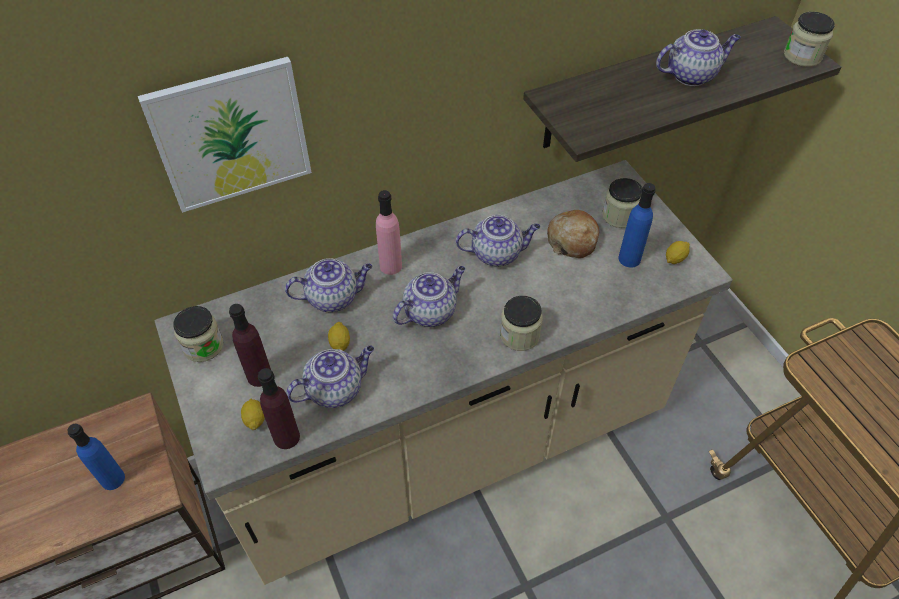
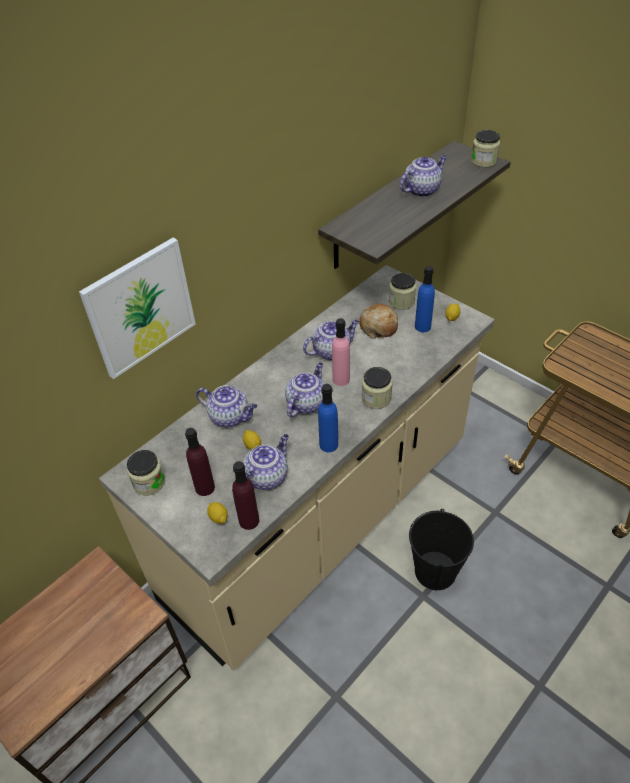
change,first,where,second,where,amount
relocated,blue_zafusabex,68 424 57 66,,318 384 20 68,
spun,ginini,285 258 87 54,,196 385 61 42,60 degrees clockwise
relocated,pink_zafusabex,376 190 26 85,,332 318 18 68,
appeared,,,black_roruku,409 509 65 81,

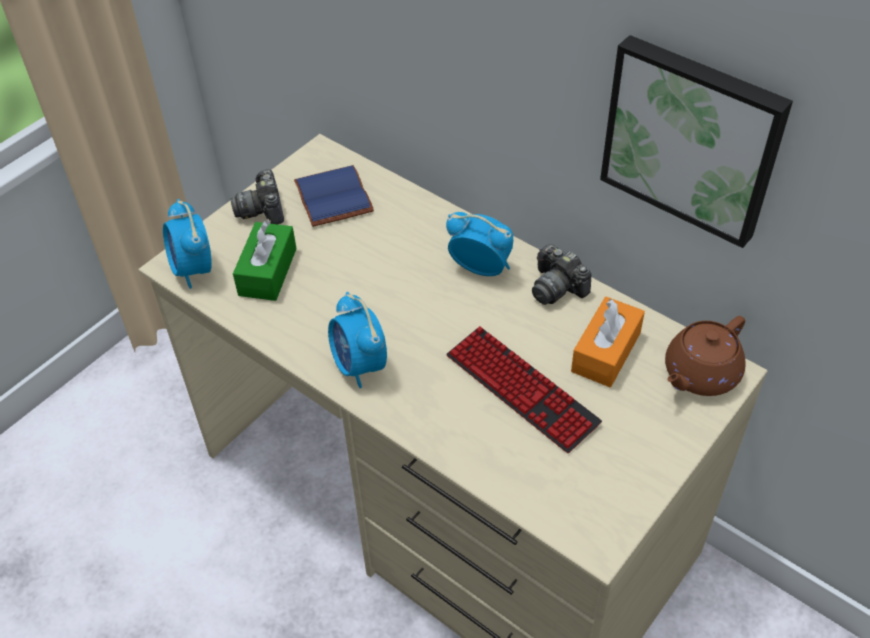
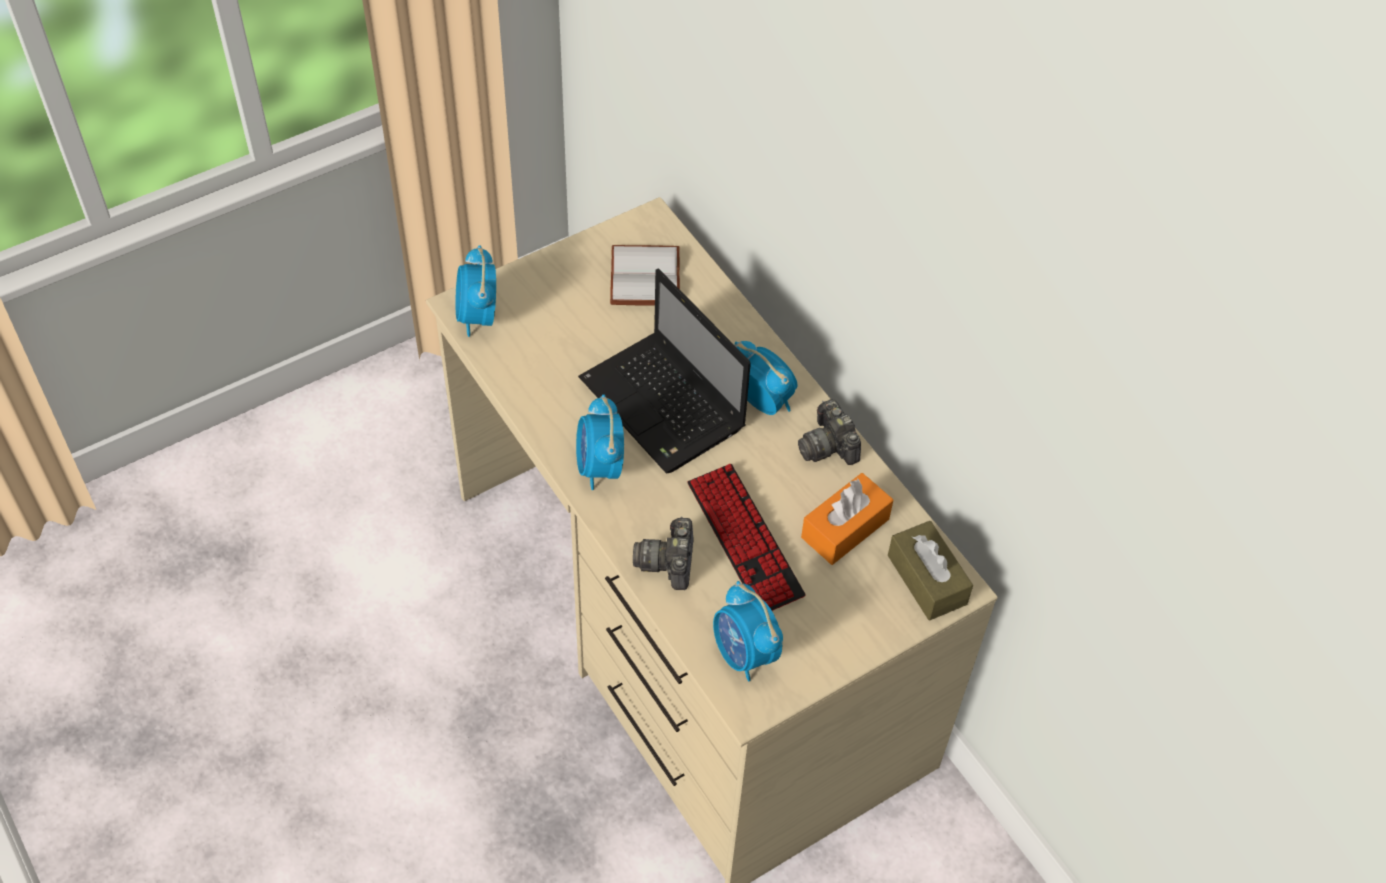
change,first,where,second,where,amount
relocated,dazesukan,230 169 54 55,,633 516 60 74,
missing,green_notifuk,233 220 64 81,,,
colour,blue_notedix,294 165 80 62,white_notedix,610 245 70 61,
missing,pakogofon,600 35 193 213,,,
exchanged,brown_ginini,665 316 81 80,brown_notifuk,888 521 85 99,
appeared,,,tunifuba,578 268 173 206,
appeared,,,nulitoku,713 581 70 100,

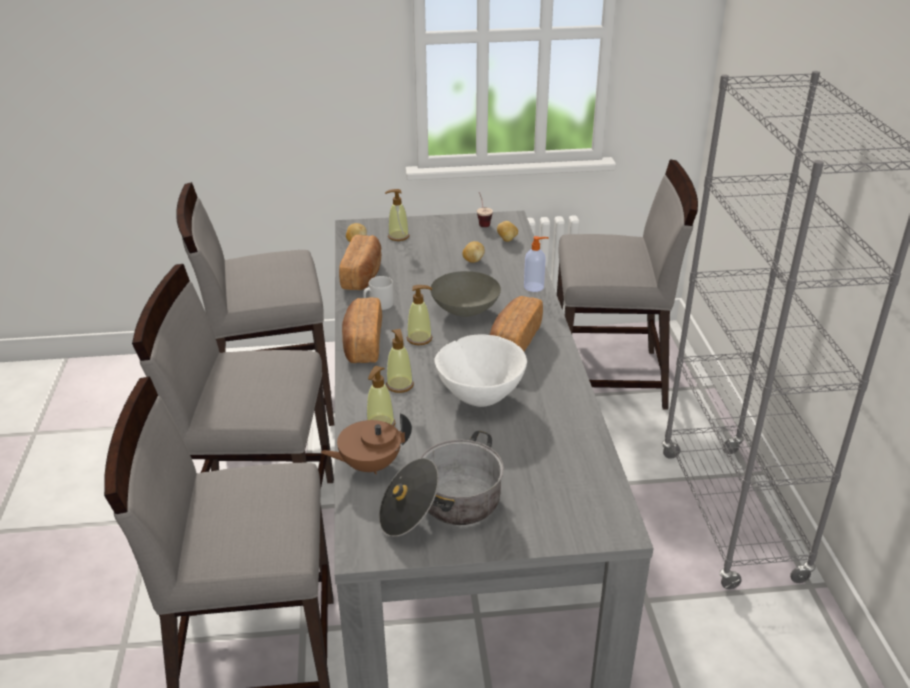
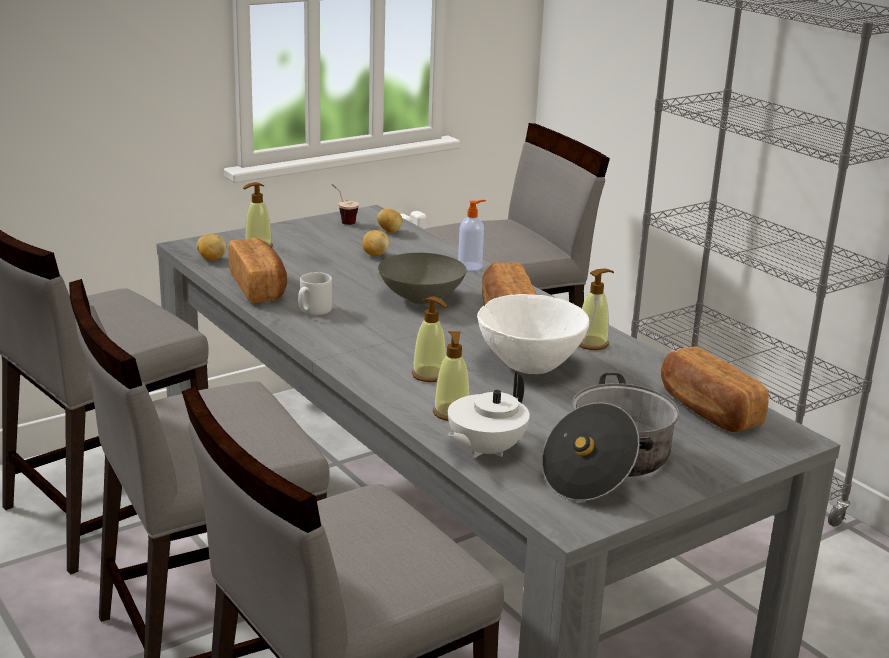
change,first,where,second,where,amount
colour,brown_ginini,320 413 92 62,white_ginini,448 372 82 86,
relocated,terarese,342 297 40 66,,661 346 108 86,
relocated,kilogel,406 285 26 60,,579 268 35 82,

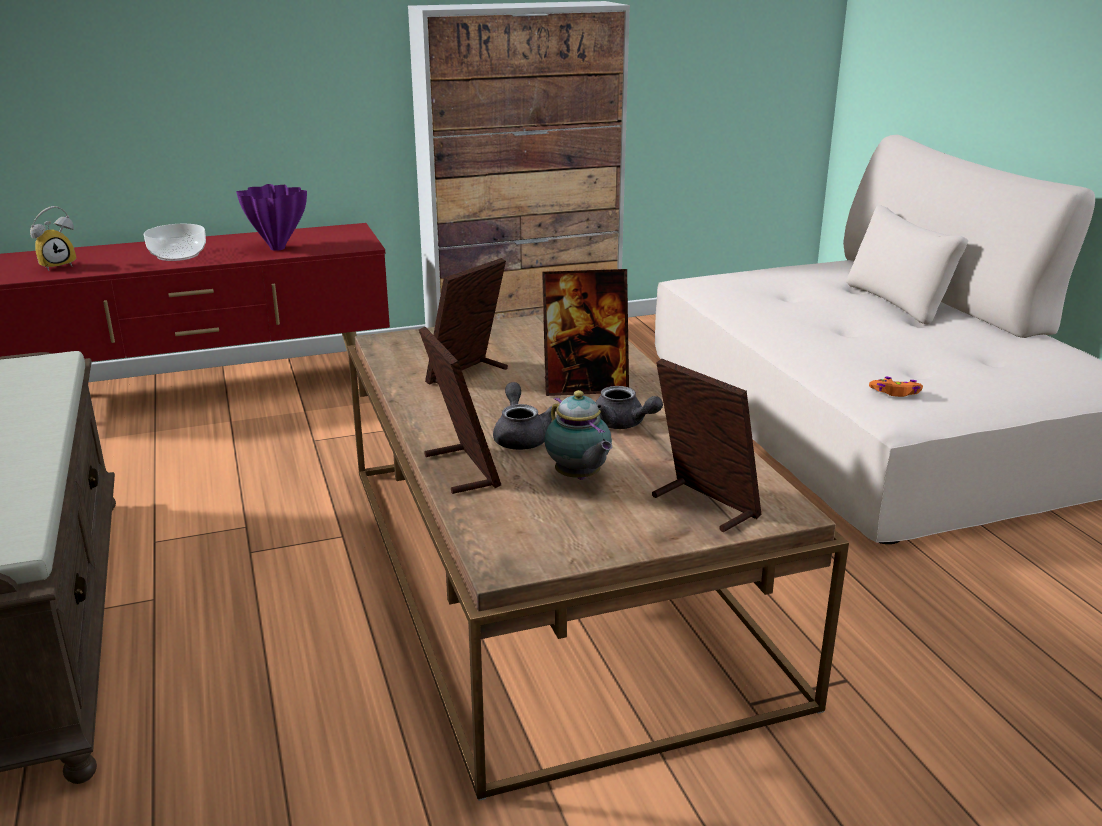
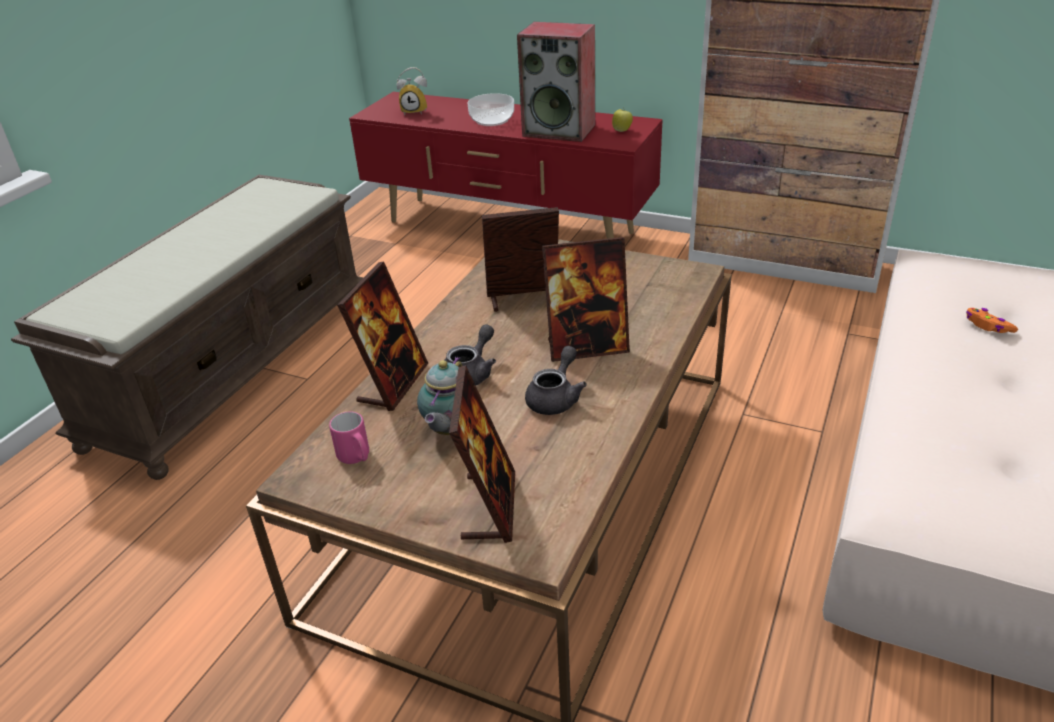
change,first,where,second,where,amount
exchanged,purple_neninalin,236 184 71 67,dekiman,517 22 78 120,
spun,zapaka,542 269 87 127,,542 237 88 125,45 degrees counterclockwise
spun,grey_ginini,596 386 67 43,,525 346 62 69,150 degrees counterclockwise
relocated,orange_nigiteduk,869 377 54 20,,966 308 52 25,
appeared,,,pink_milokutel,329 411 40 53,
appeared,,,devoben,612 109 21 23,

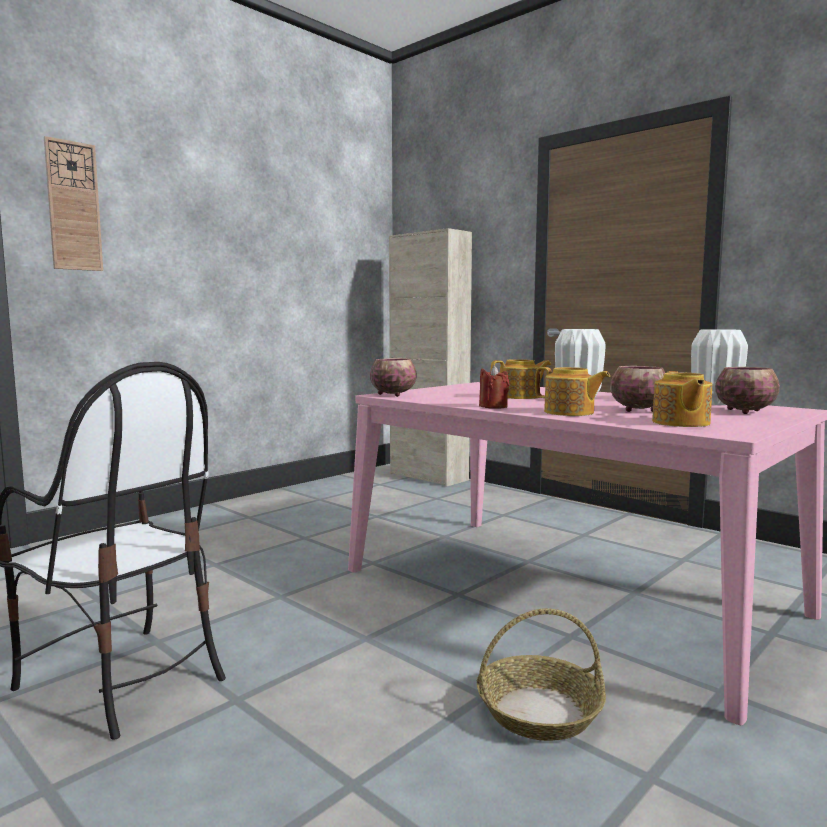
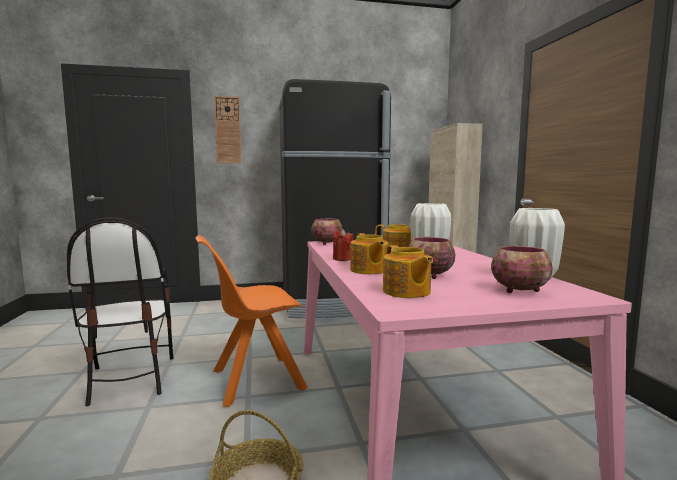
change,first,where,second,where,amount
spun,ginini,652 371 60 56,,383 245 50 53,60 degrees counterclockwise
appeared,,,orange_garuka,195 235 113 172,
appeared,,,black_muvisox,279 79 112 239,

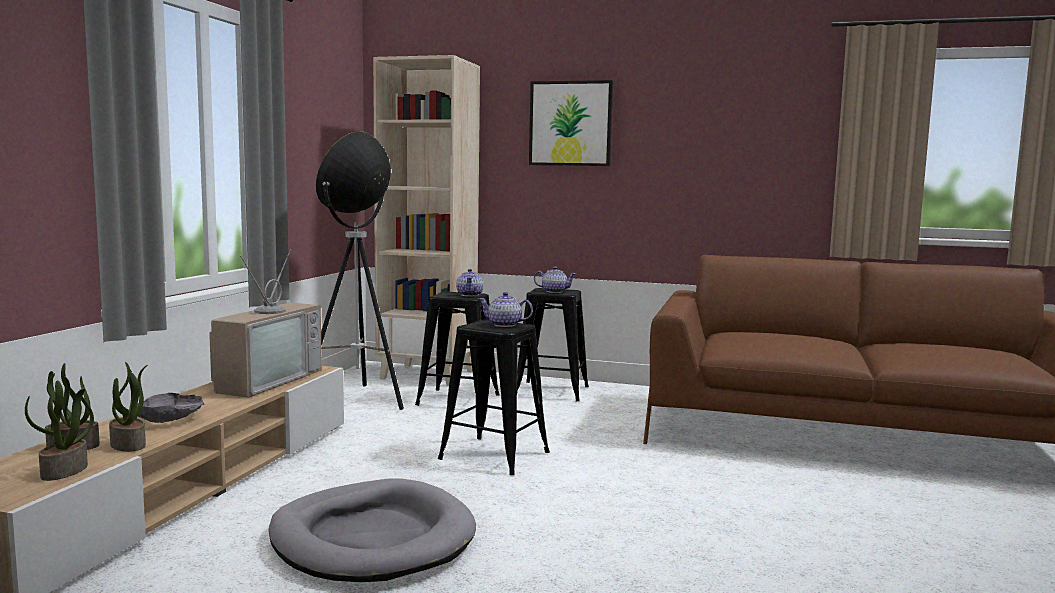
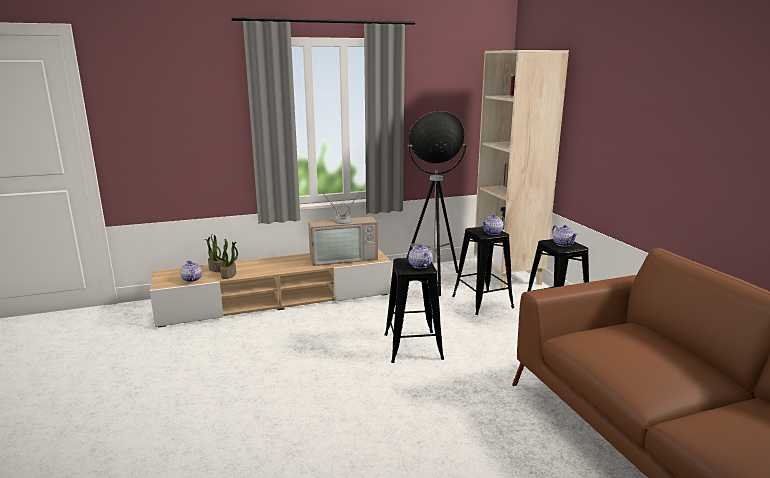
change,first,where,second,where,amount
exchanged,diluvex,25 381 69 100,ginini,180 260 22 22,
missing,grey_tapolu,137 393 67 30,,,
missing,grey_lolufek,269 479 207 103,,,
missing,pakogofon,529 80 84 86,,,

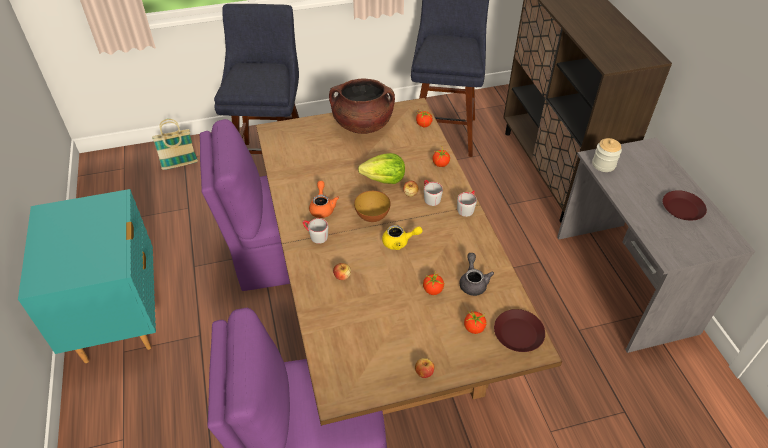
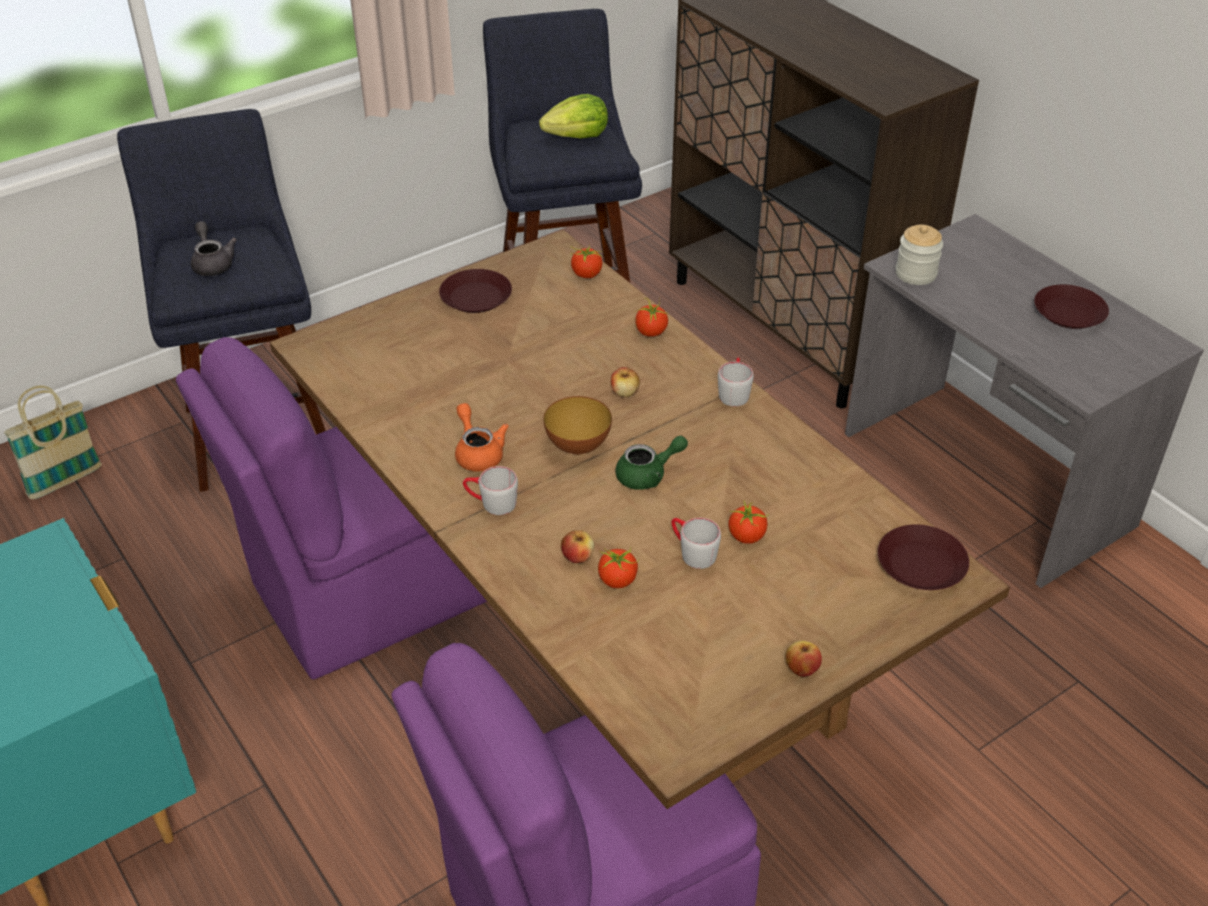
change,first,where,second,where,amount
exchanged,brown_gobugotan,329 78 66 56,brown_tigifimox,439 269 73 44,
relocated,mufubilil,358 153 47 31,,539 94 69 45,
colour,yellow_ginini,382 225 41 25,green_ginini,616 436 72 54,
relocated,grey_milokutel,424 180 19 26,,672 518 49 51,
relocated,grey_ginini,459 253 35 43,,191 221 46 55,
relocated,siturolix,464 311 23 23,,598 547 41 41,

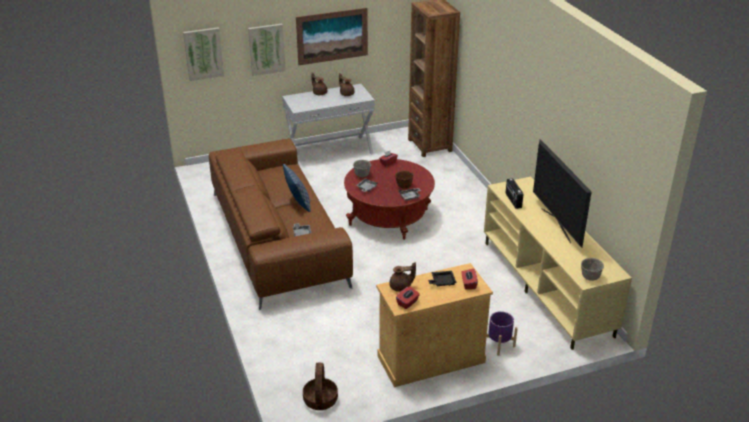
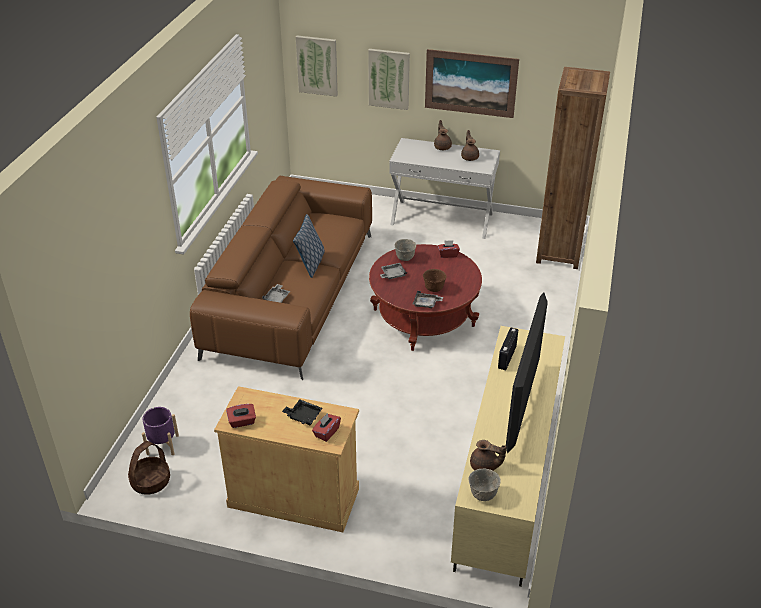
change,first,where,second,where,amount
relocated,brown_ginini,389 262 27 30,,470 440 36 31,
relocated,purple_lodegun,487 311 31 45,,142 407 37 48,

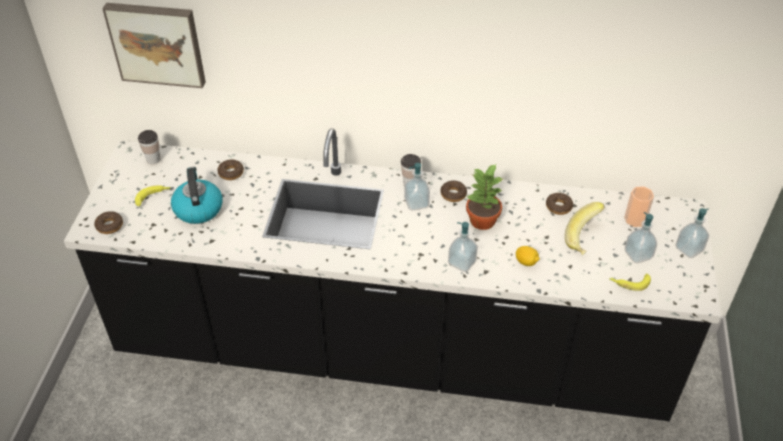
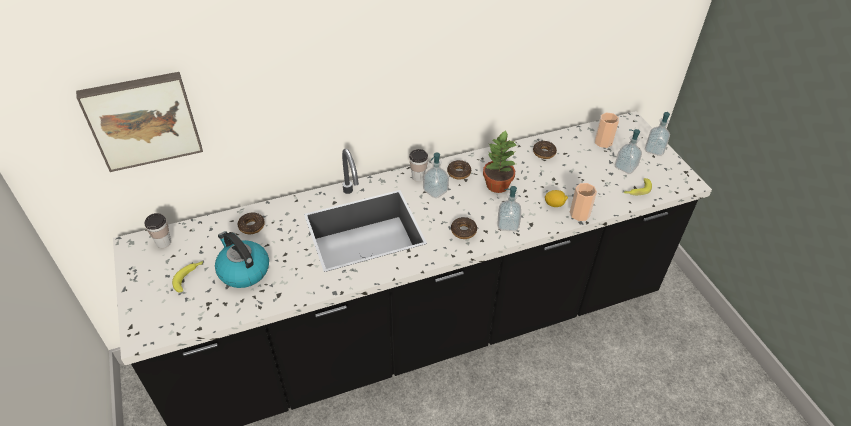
change,first,where,second,where,amount
relocated,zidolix,94 211 29 23,,451 217 26 22,
missing,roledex,565 202 40 53,,,
appeared,,,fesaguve,570 183 27 38,

